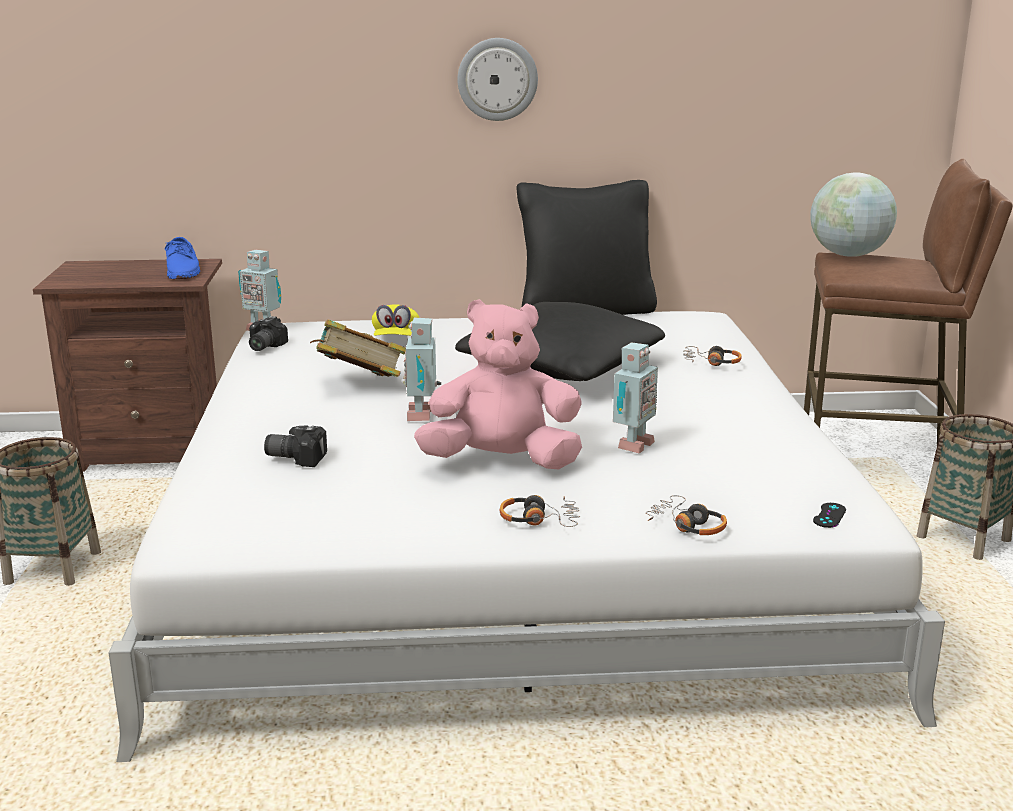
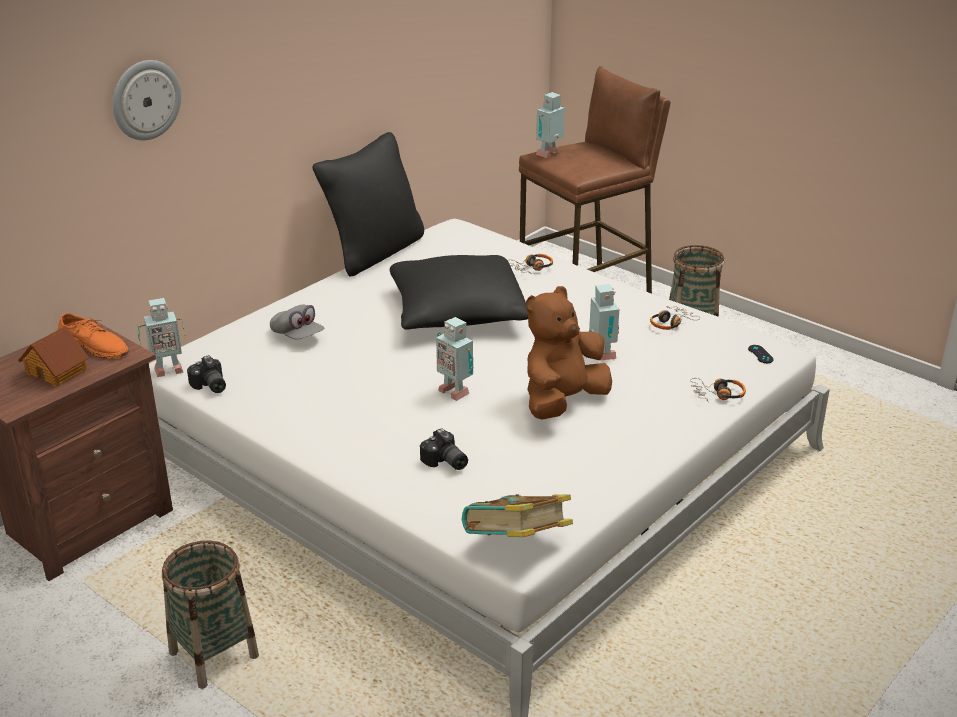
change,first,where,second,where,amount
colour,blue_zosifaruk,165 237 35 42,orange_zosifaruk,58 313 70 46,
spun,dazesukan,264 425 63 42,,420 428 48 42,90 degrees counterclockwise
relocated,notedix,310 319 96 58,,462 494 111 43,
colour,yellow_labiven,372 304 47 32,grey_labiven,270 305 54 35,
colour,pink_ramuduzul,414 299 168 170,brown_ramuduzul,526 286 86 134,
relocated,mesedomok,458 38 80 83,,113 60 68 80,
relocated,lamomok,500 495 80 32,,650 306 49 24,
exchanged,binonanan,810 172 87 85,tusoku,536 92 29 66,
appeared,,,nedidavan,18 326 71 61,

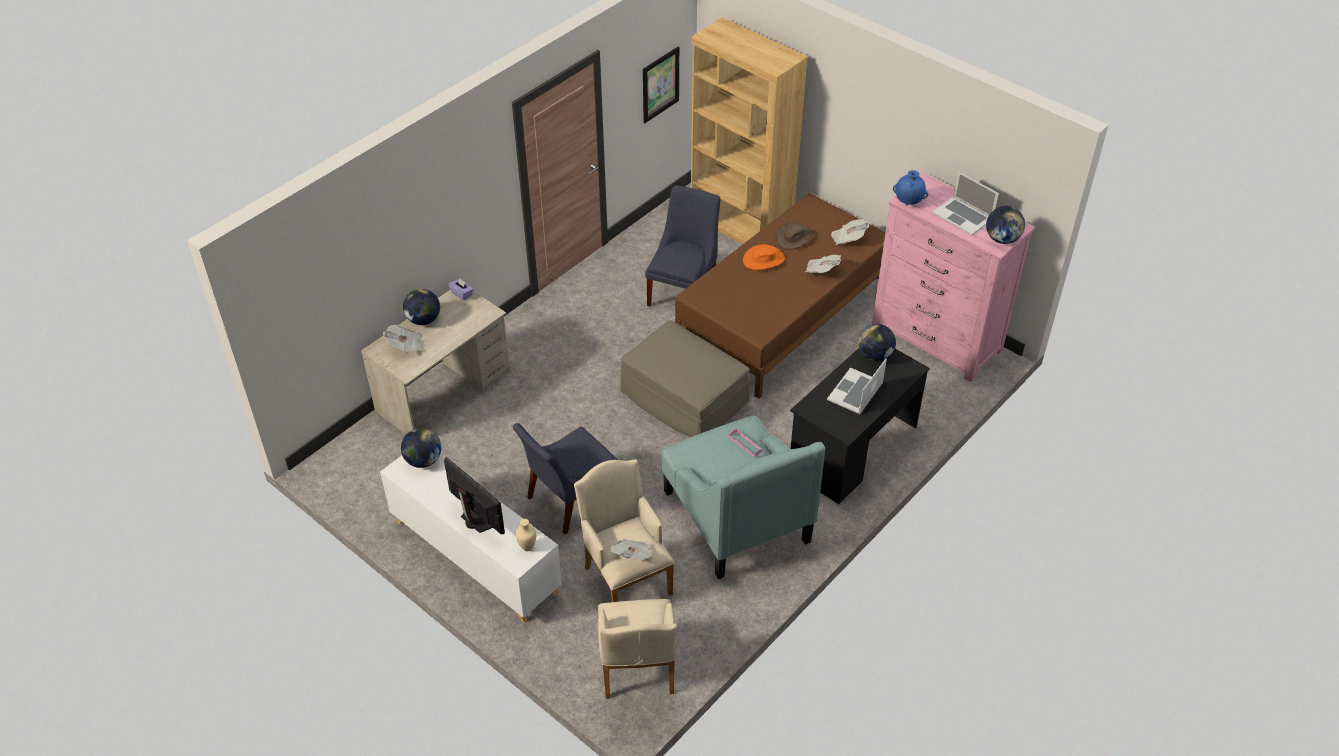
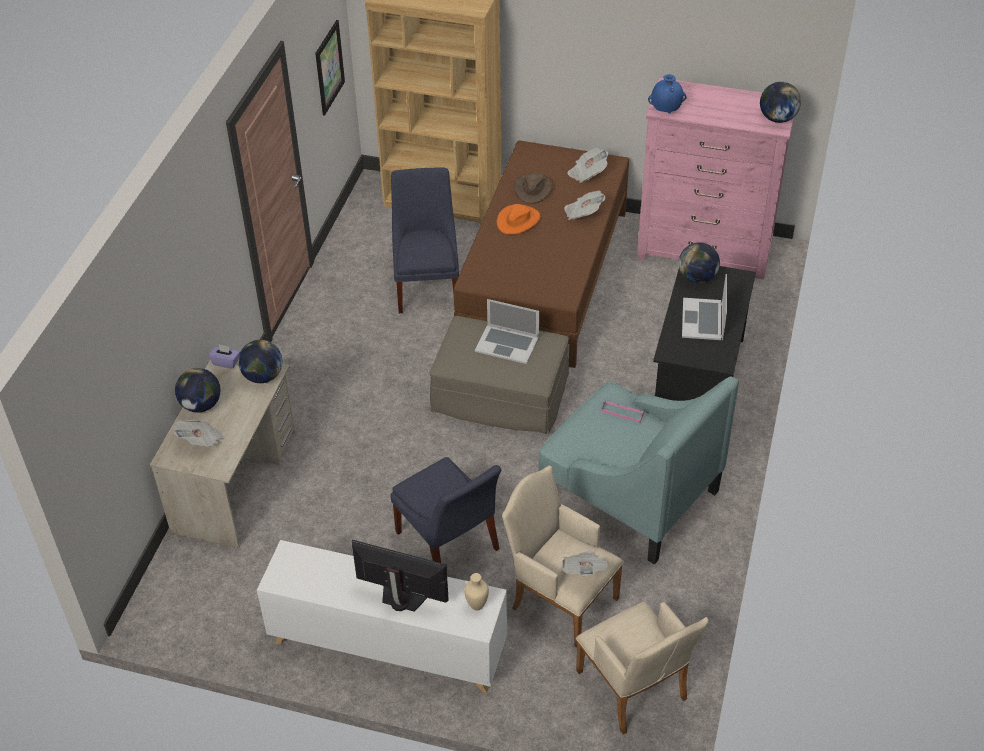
change,first,where,second,where,amount
relocated,binonanan,401 428 40 40,,238 340 44 43,
spun,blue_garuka,513 423 104 112,,390 457 111 106,60 degrees counterclockwise
relocated,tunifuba,932 171 67 65,,475 299 64 65,

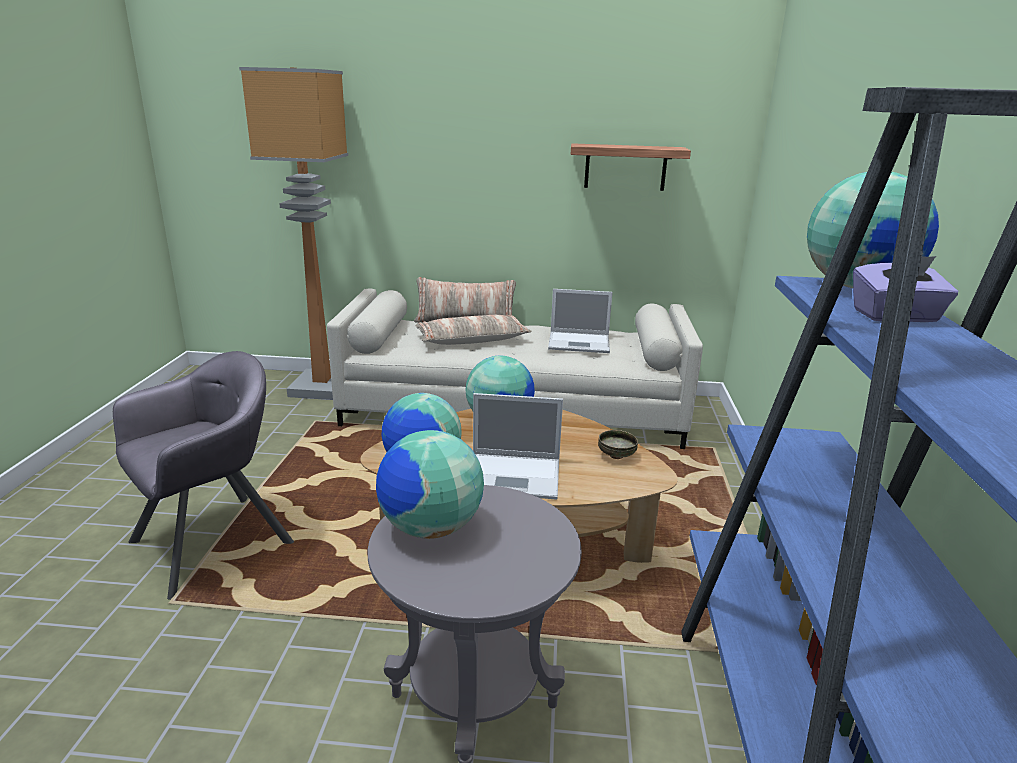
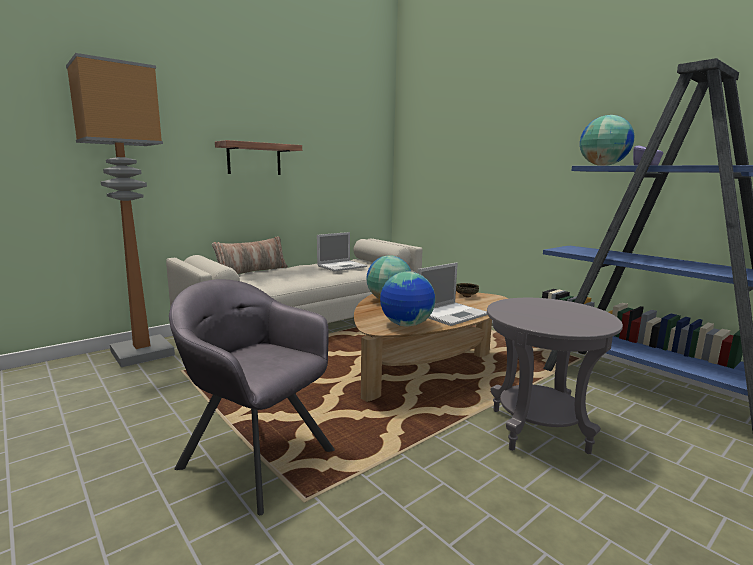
change,first,where,second,where,amount
spun,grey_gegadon,113 351 181 249,,169 279 166 236,60 degrees counterclockwise
missing,binonanan,376 430 108 109,,,
missing,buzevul,415 315 117 30,,,
relocated,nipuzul,571 143 120 48,,215 140 87 35,

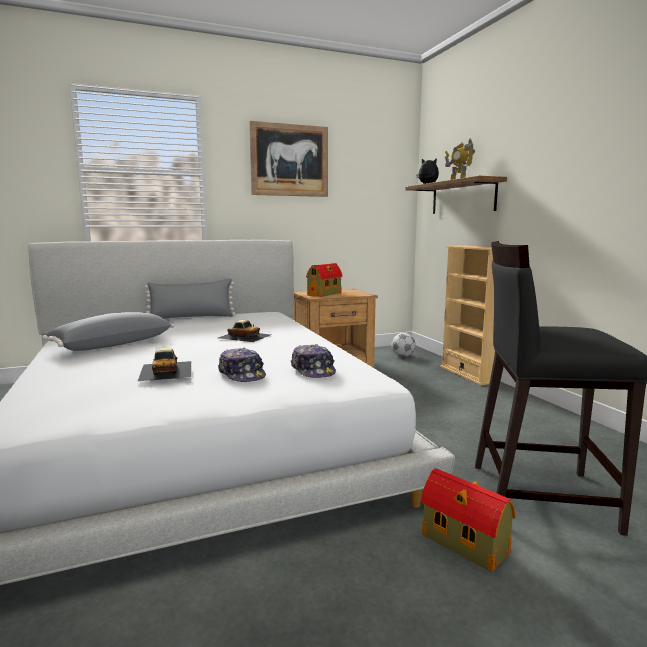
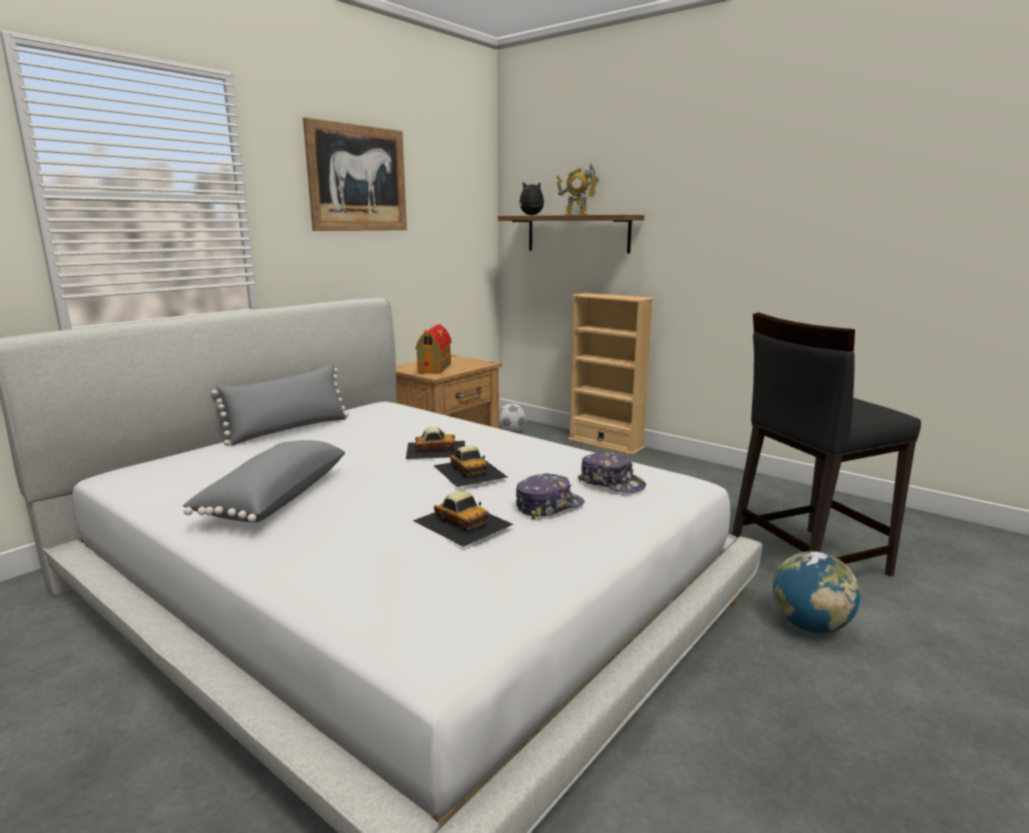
change,first,where,second,where,amount
spun,labiven,218 348 48 34,,516 473 68 46,60 degrees counterclockwise
exchanged,nedidavan,421 468 95 104,binonanan,773 551 87 82,
appeared,,,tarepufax,433 446 74 41,

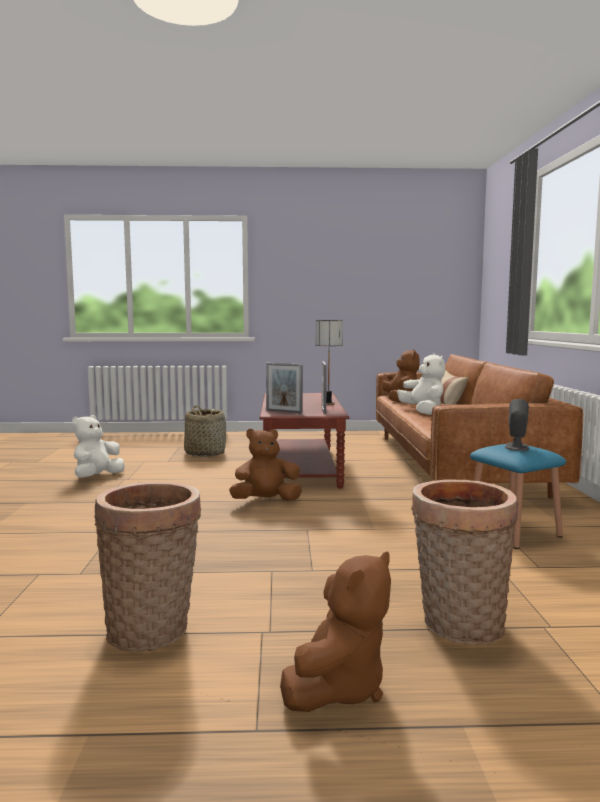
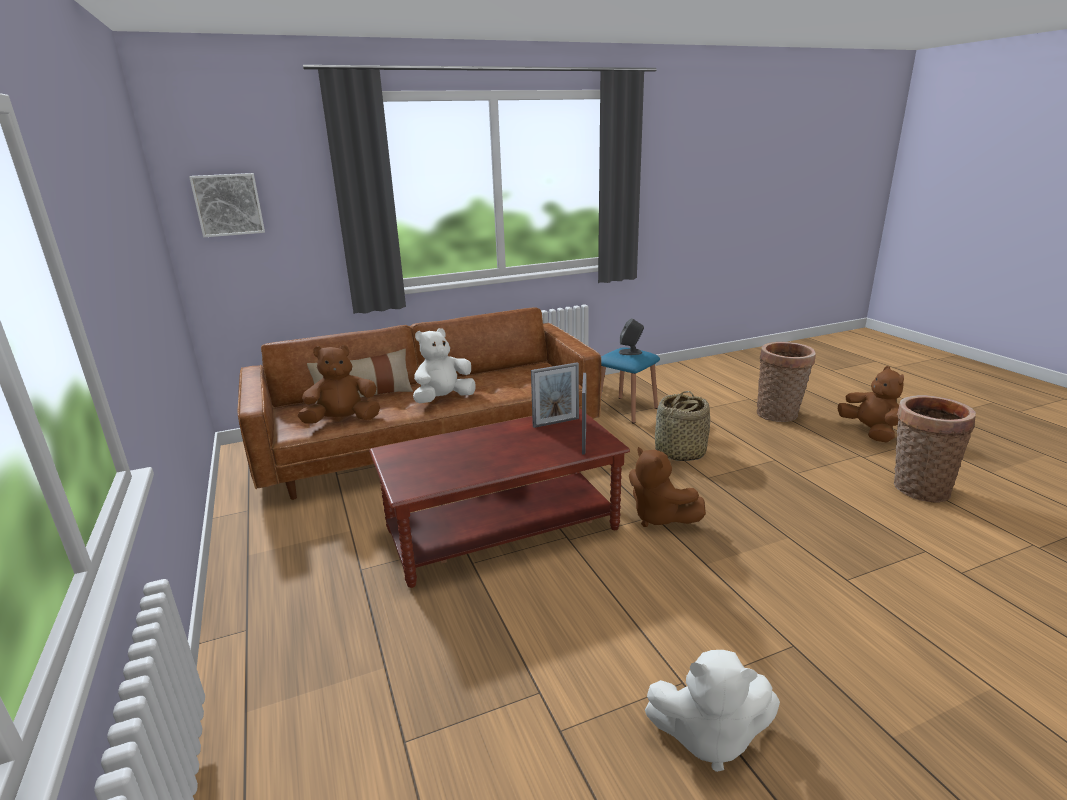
change,first,where,second,where,amount
relocated,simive,184 405 42 52,,655 391 55 70,
spun,brown_ramuduzul,280 552 111 160,,838 366 66 76,60 degrees clockwise
missing,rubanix,316 320 27 85,,,
appeared,,,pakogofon,189 173 76 64,

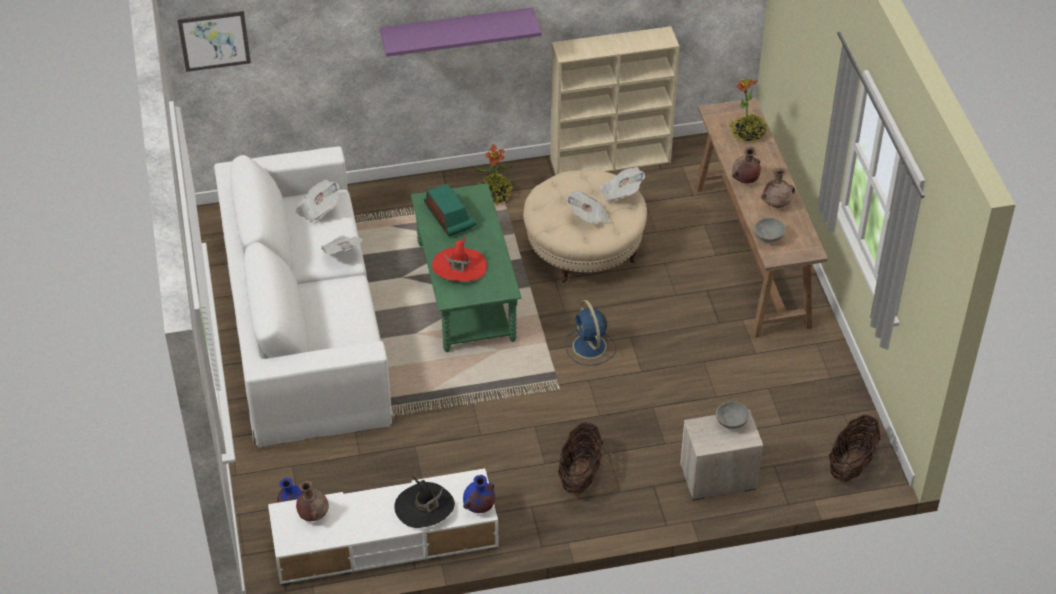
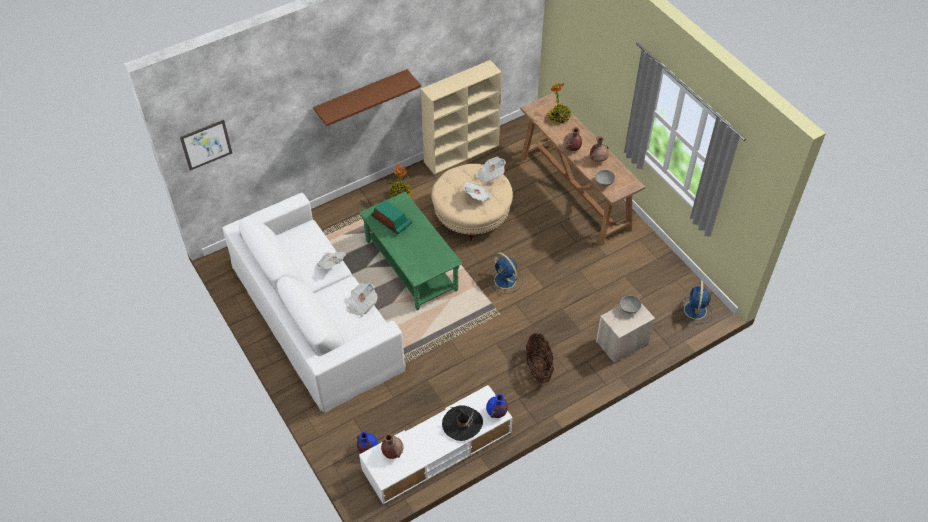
change,first,where,second,where,amount
relocated,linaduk,296 180 44 43,,346 283 32 34,
colour,purple_nipuzul,380 7 162 50,brown_nipuzul,313 69 108 57,
missing,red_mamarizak,432 236 55 45,,,
exchanged,simive,829 415 51 67,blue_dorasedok,679 280 33 44,

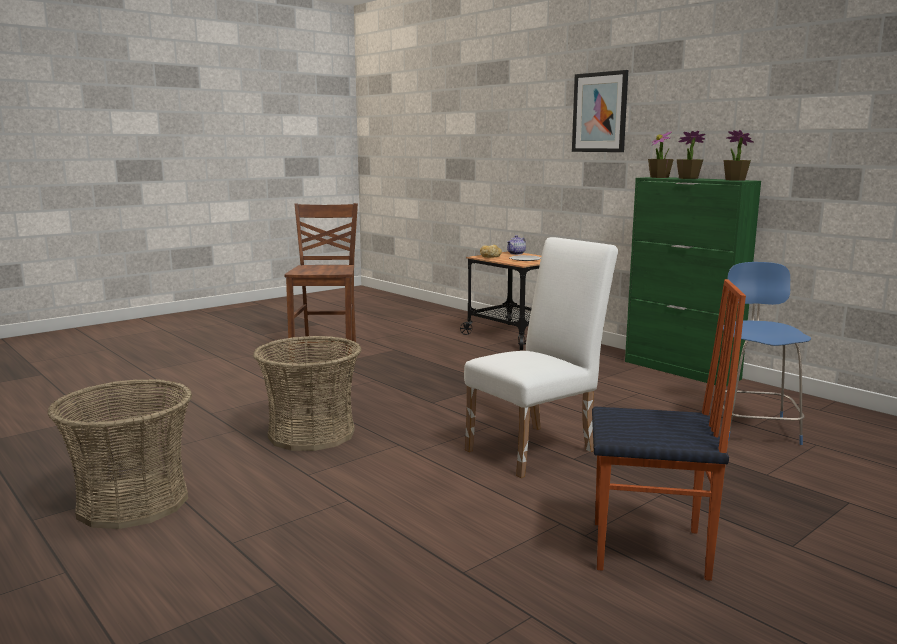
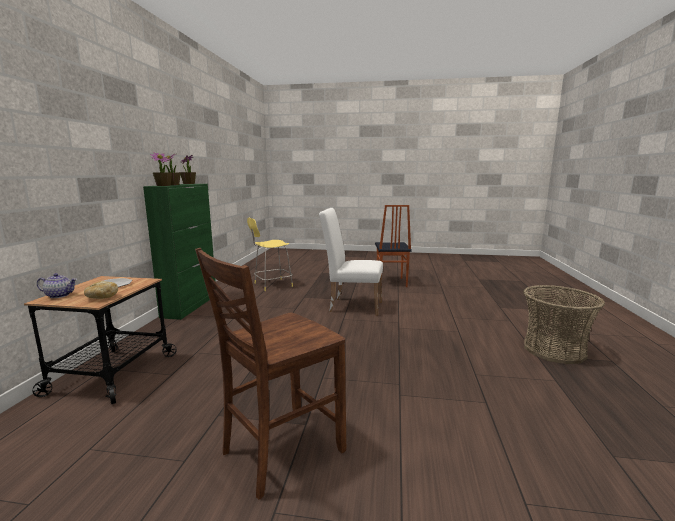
change,first,where,second,where,amount
missing,simive,253 336 108 115,,,
missing,pakogofon,572 70 56 82,,,
spun,garuka,592 279 154 302,,375 205 37 82,150 degrees counterclockwise
colour,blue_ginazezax,723 262 88 183,yellow_ginazezax,247 218 46 73,

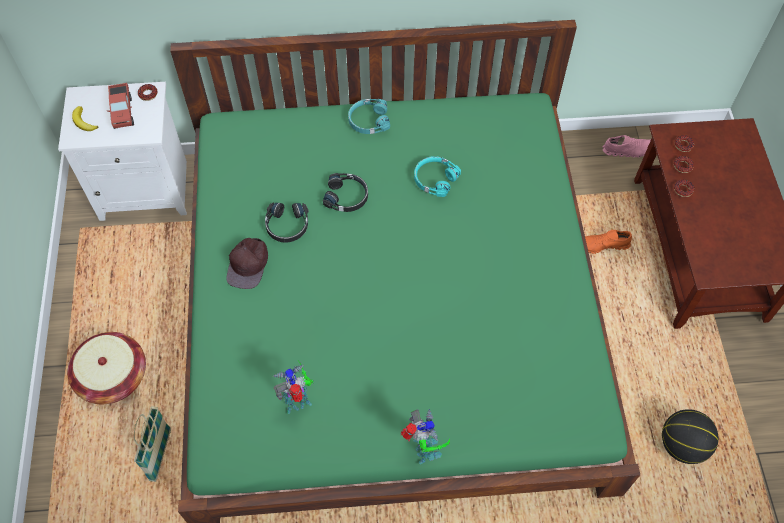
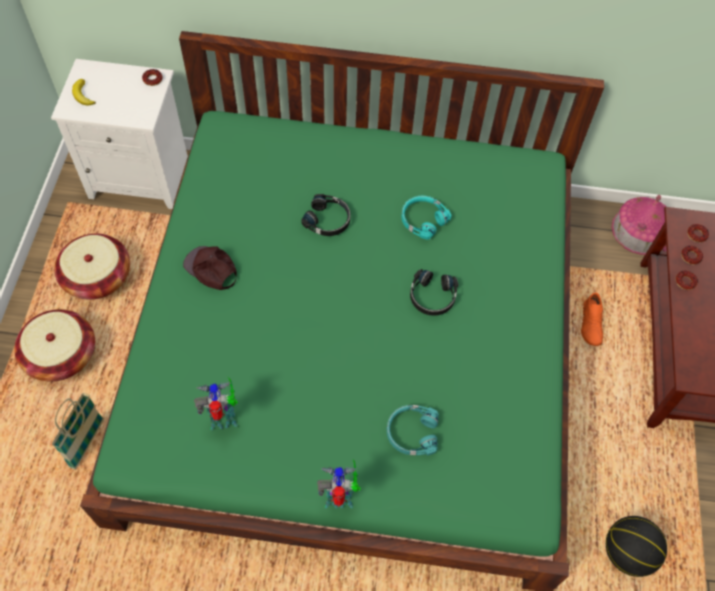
change,first,where,second,where,amount
missing,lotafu,107 83 27 46,,,
spun,brown_labiven,226 238 42 51,,183 246 54 44,105 degrees clockwise
relocated,black_lamomok,265 203 44 40,,410 269 48 47,
relocated,turquoise_lamomok,348 99 42 35,,387 405 52 51,
spun,tusoku,400 409 50 55,,317 460 44 48,90 degrees counterclockwise
spun,orange_zosifaruk,585 230 47 24,,581 292 22 54,90 degrees counterclockwise
exchanged,pink_zosifaruk,602 135 49 23,nedidavan,611 195 56 60,
appeared,,,simive,54 234 76 66,

